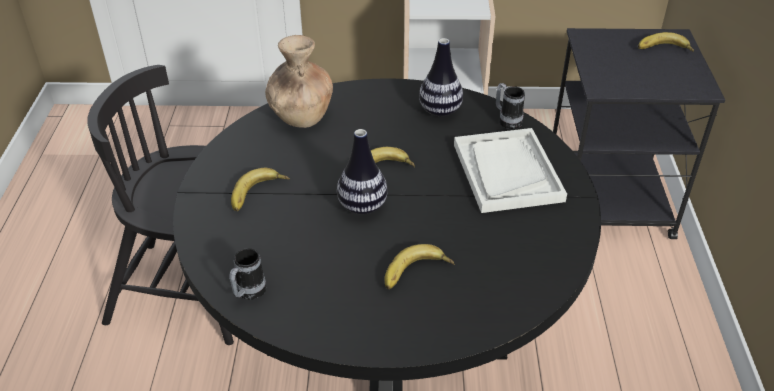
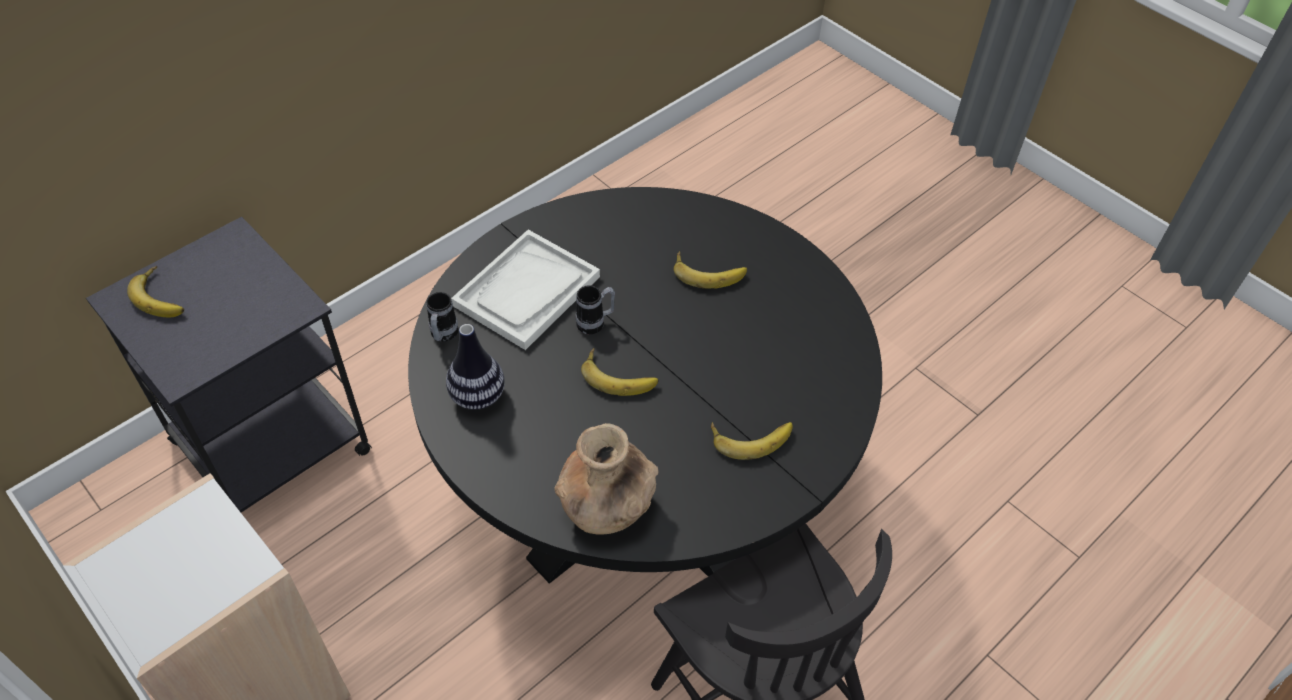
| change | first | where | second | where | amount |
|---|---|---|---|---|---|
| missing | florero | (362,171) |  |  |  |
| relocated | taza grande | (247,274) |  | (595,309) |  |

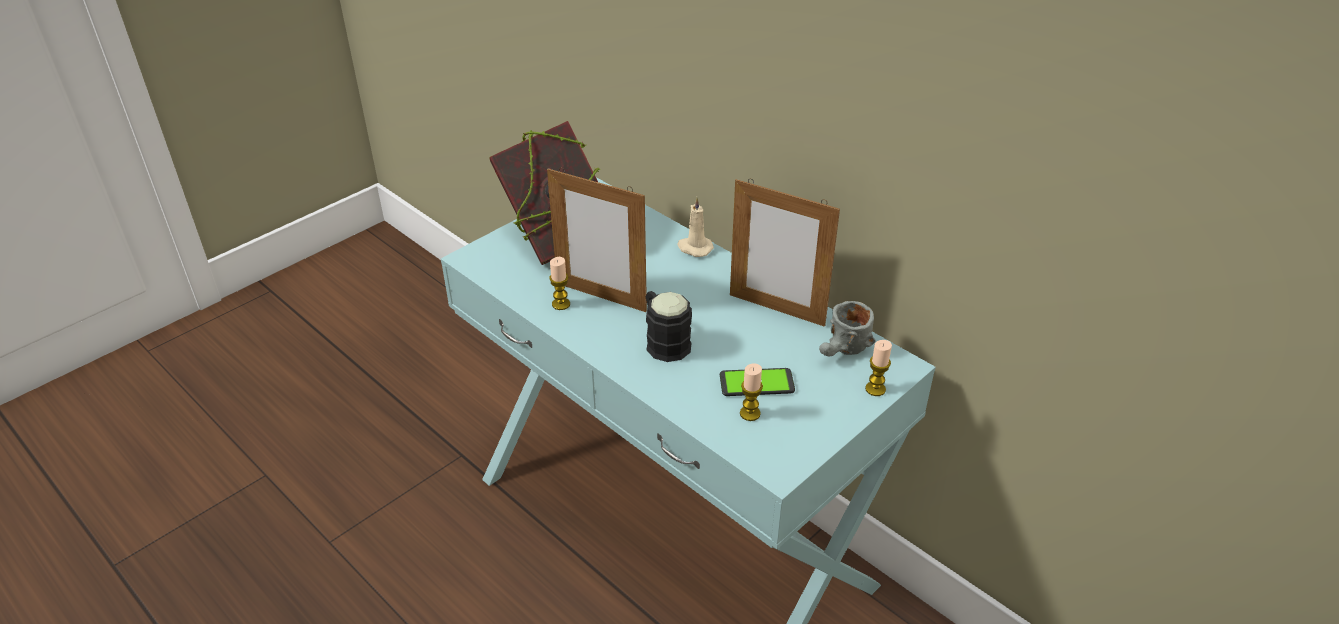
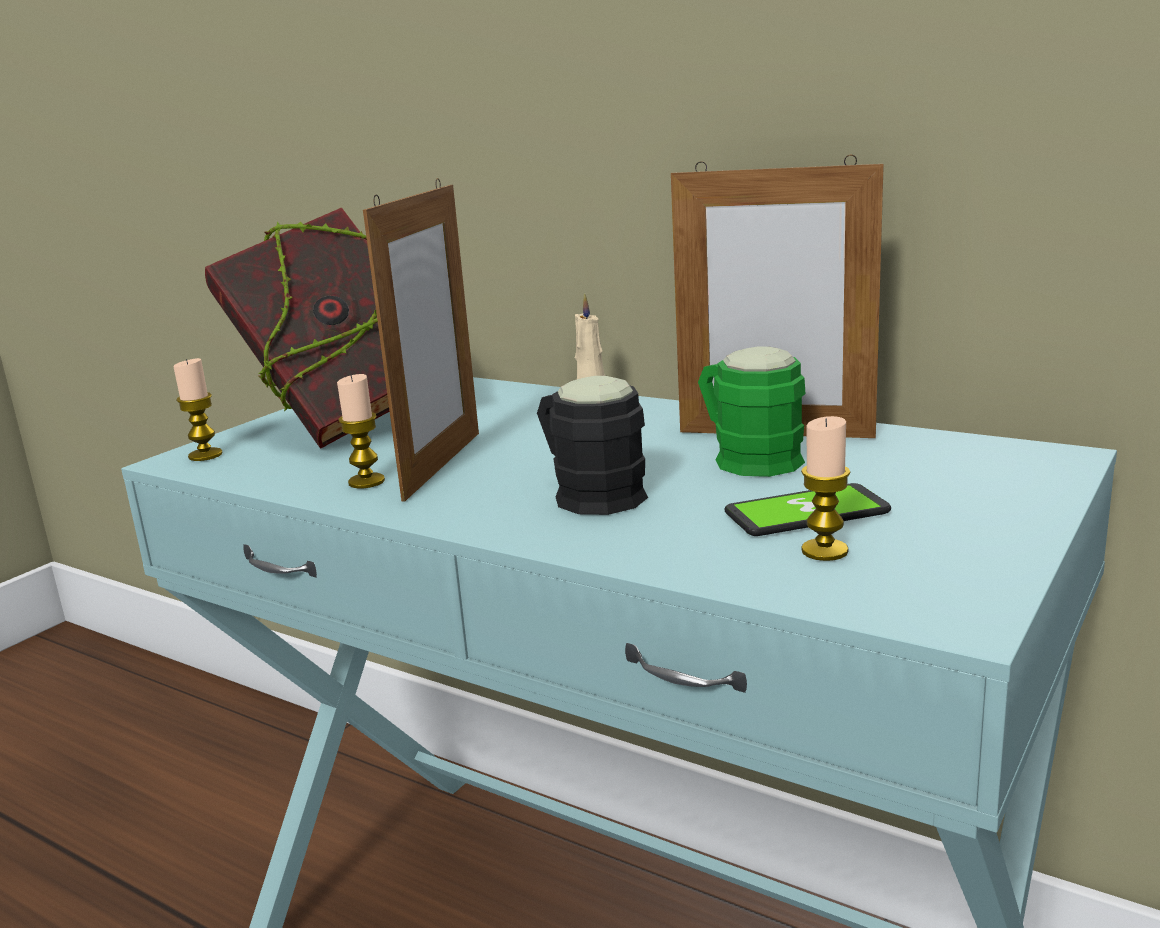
| change | first | where | second | where | amount |
|---|---|---|---|---|---|
| spun | portarretratos | (597,240) |  | (421,340) | 90 degrees counterclockwise |
| missing | taza grande (gris) | (847,328) |  |  |  |
| relocated | vela | (878,368) |  | (197,409) |  |
| appeared |  |  | taza grande (verde) | (752,411) |  |

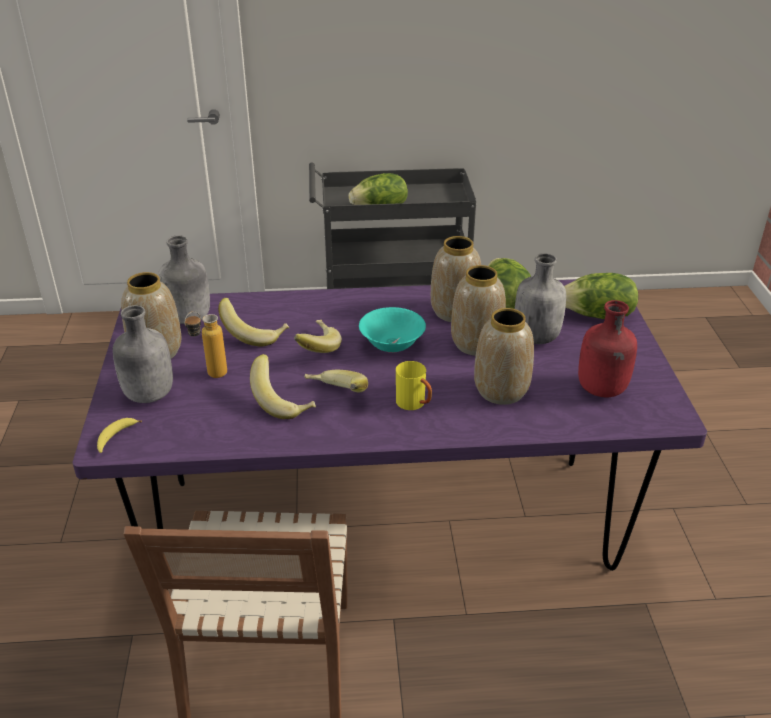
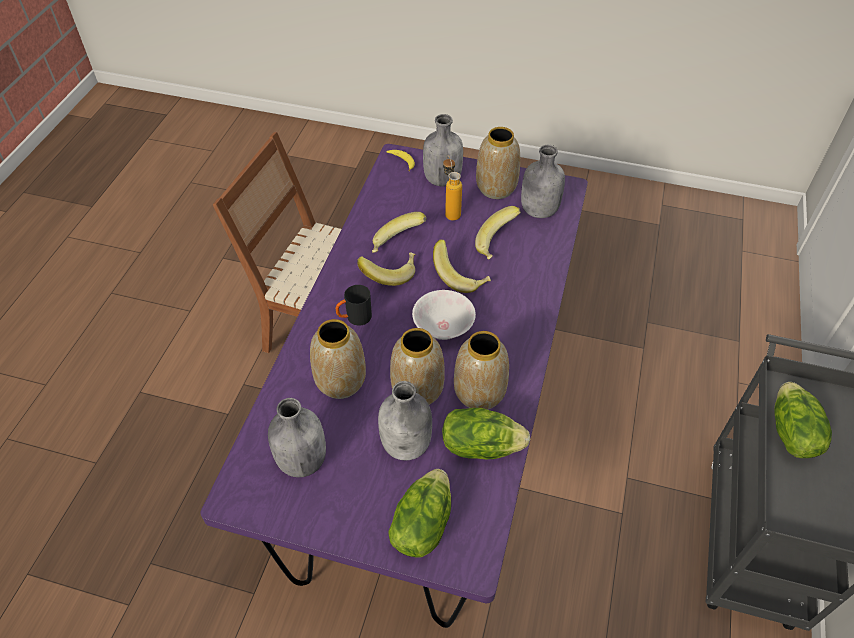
| change | first | where | second | where | amount |
|---|---|---|---|---|---|
| colour | botella (rojo) | (607,348) | botella (gris) | (297,437) |  |
| colour | cuenco (turquesa) | (392,330) | cuenco (blanco) | (444,315) |  |
| colour | taza grande (amarillo) | (414,385) | taza grande (negro) | (353,305) |  |

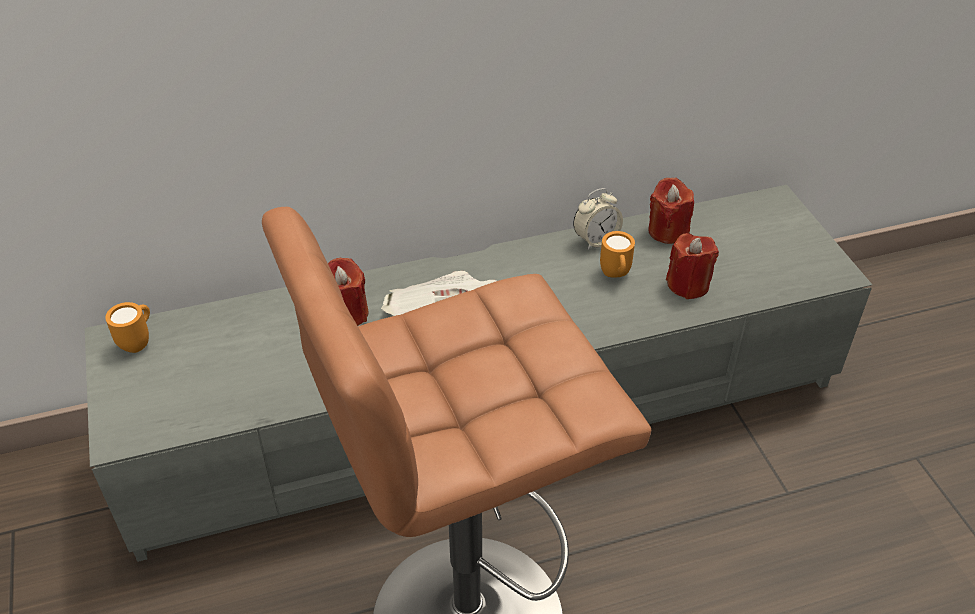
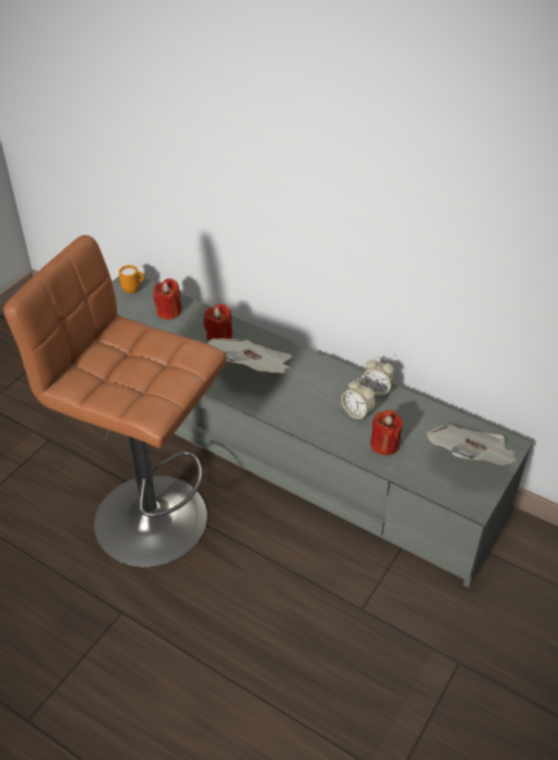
| change | first | where | second | where | amount |
|---|---|---|---|---|---|
| relocated | vela (rojo) | (671,211) |  | (167,299) |  |
| exchanged | taza grande (naranja) | (617,254) | despertador | (358,400) |  |
| appeared |  |  | periódico | (472,444) |  |

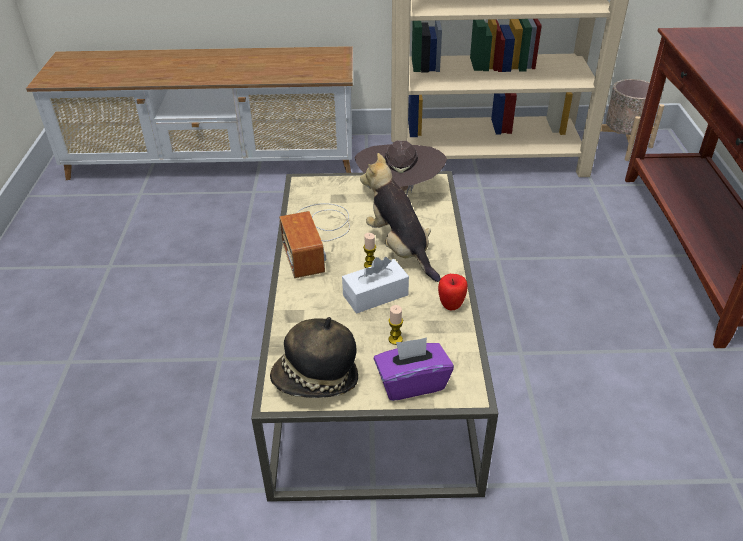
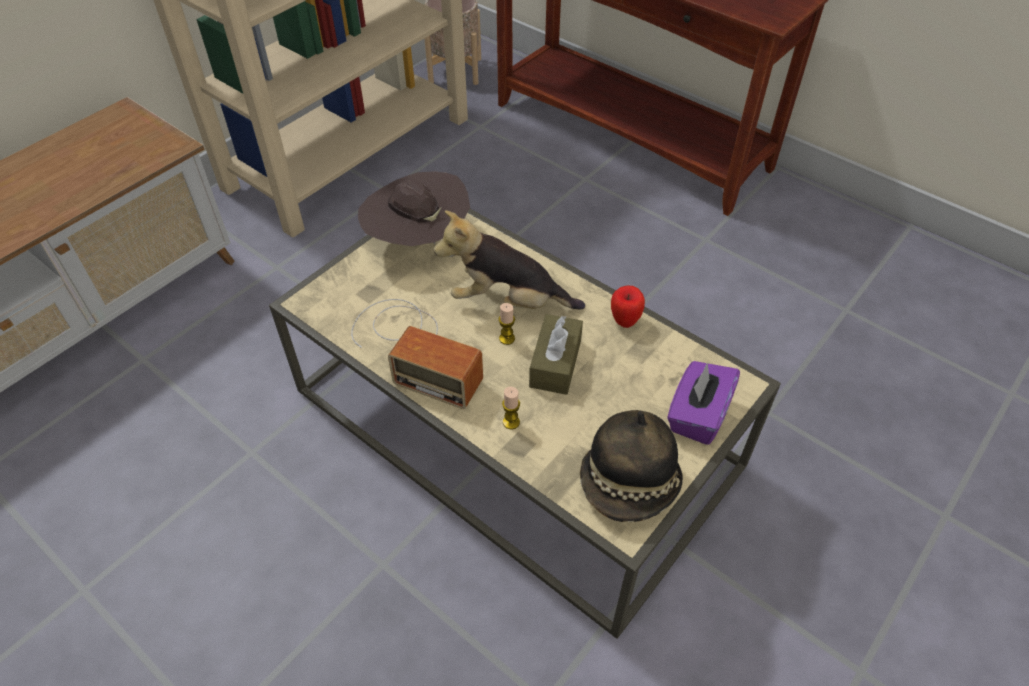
| change | first | where | second | where | amount |
|---|---|---|---|---|---|
| colour | caja de pañuelos (blanco) | (375,285) | caja de pañuelos (marrón) | (556,354) |  |
| relocated | vela | (396,325) |  | (511,408) |  |

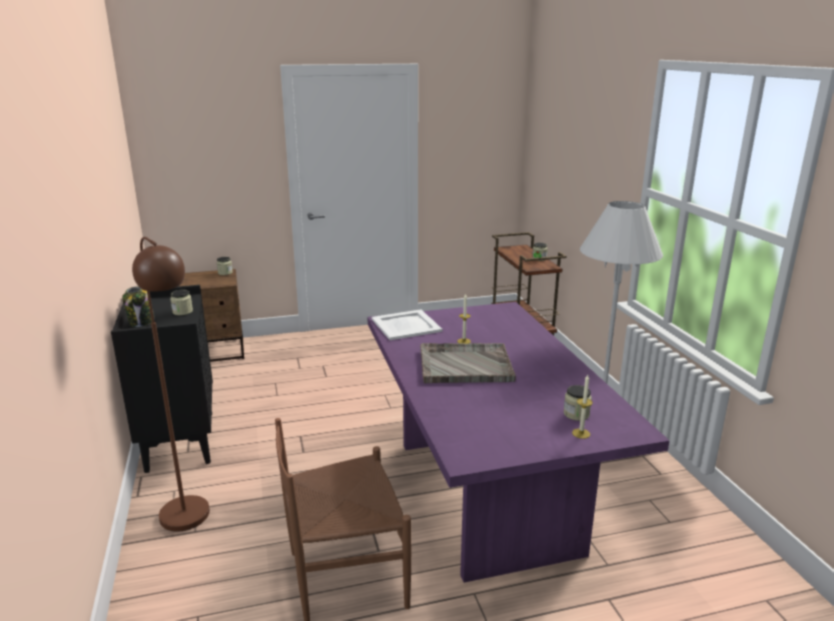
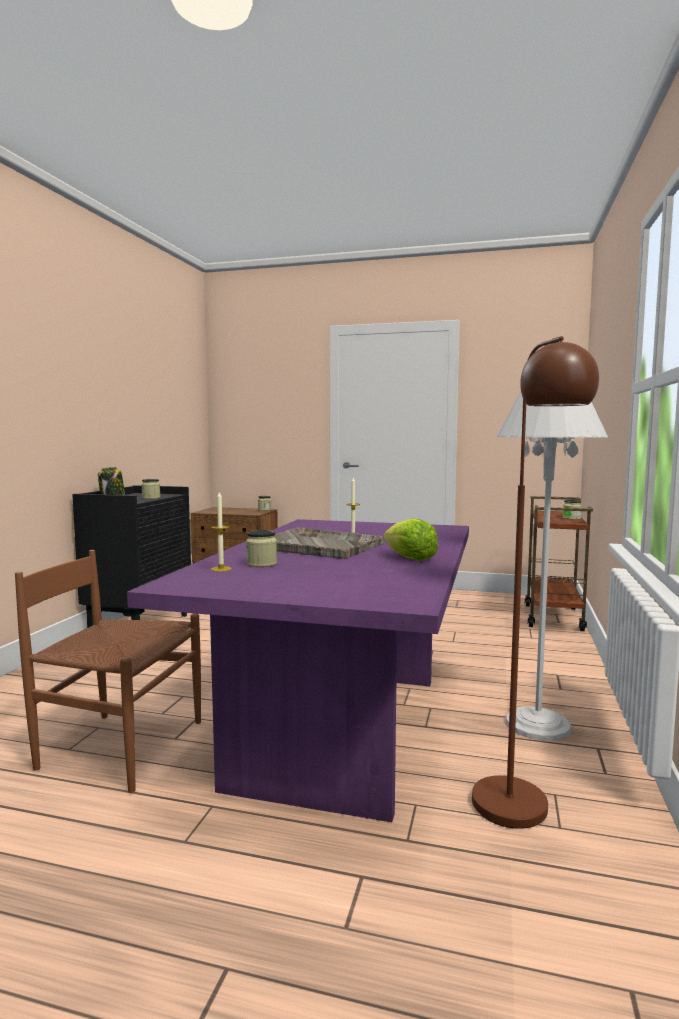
| change | first | where | second | where | amount |
|---|---|---|---|---|---|
| relocated | lámpara de pie (marrón) | (171,384) |  | (535,582) |  |
| missing | bandeja (blanco) | (407,324) |  |  |  |
| relocated | vela | (582,407) |  | (221,532) |  |
| relocated | tarro | (578,403) |  | (261,548) |  |
| appeared |  |  | lechuga | (410,539) |  |

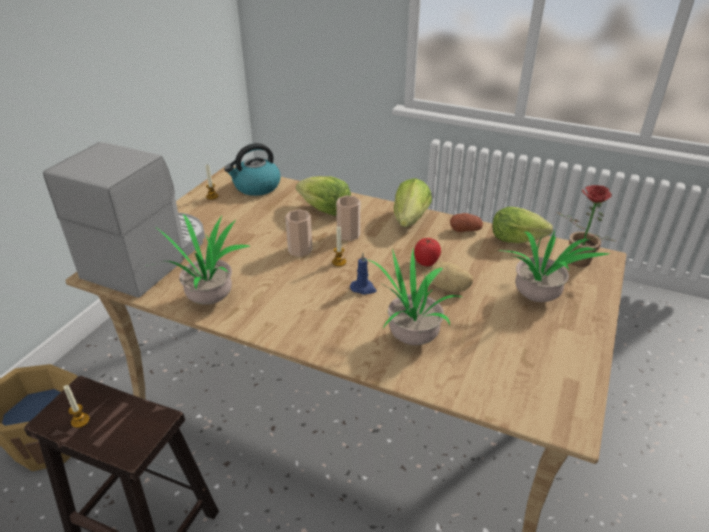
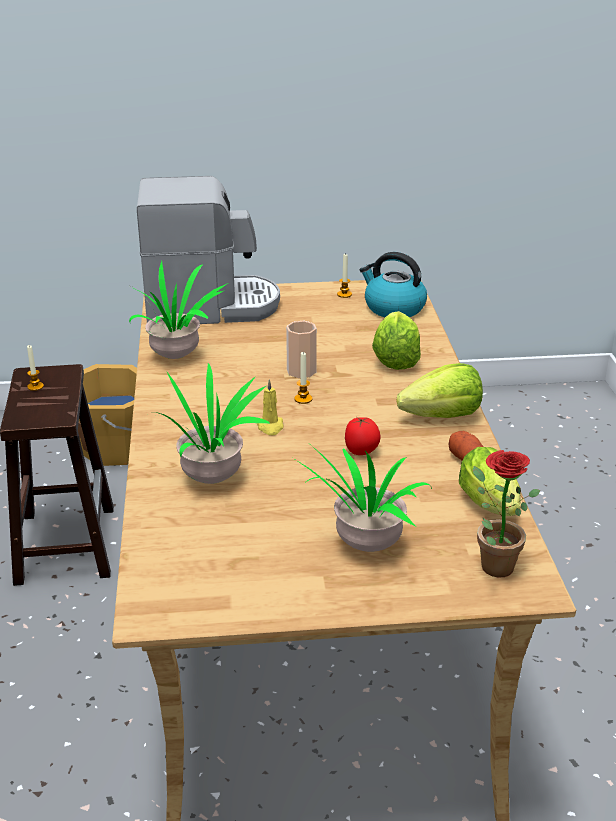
| change | first | where | second | where | amount |
|---|---|---|---|---|---|
| missing | taza | (348,218) |  |  |  |
| colour | vela (azul) | (363,273) | vela (amarillo) | (270,407) |  |
| missing | patata | (451,277) |  |  |  |

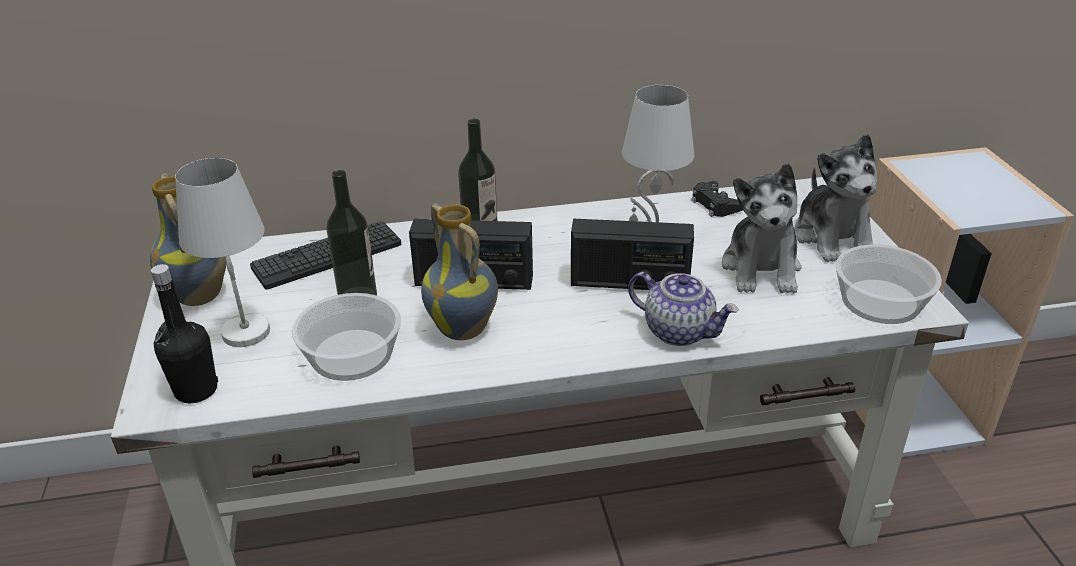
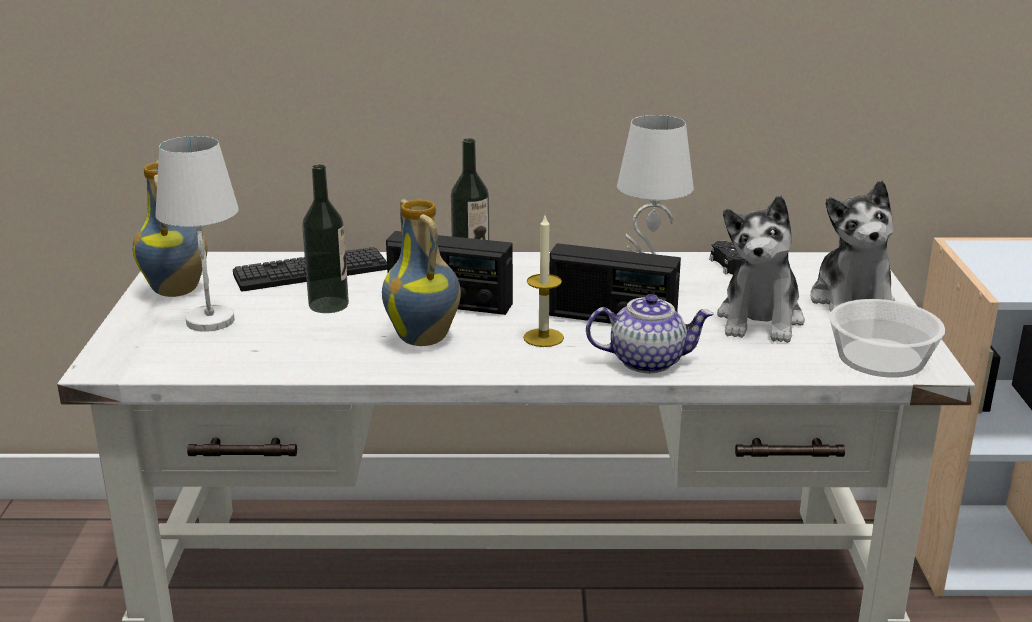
| change | first | where | second | where | amount |
|---|---|---|---|---|---|
| missing | botella (negro) | (184,333) |  |  |  |
| spun | tetera | (683,309) |  | (650,333) | 45 degrees counterclockwise |
| missing | cuenco | (346,337) |  |  |  |
| appeared |  |  | vela | (543,281) |  |

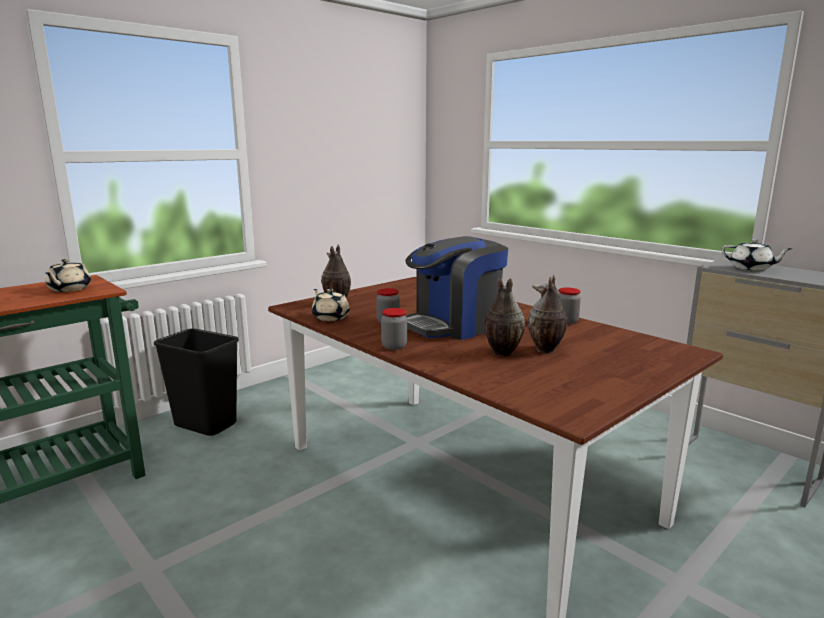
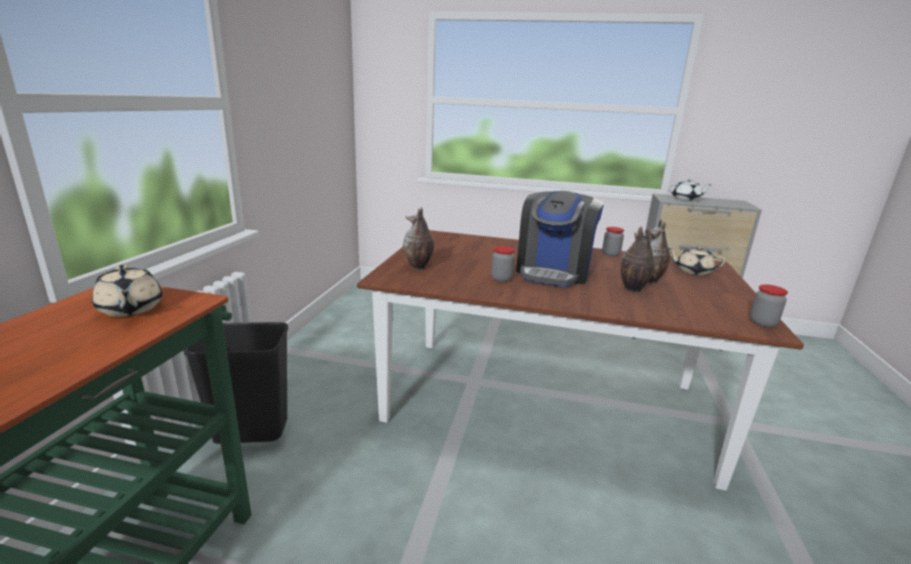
| change | first | where | second | where | amount |
|---|---|---|---|---|---|
| relocated | tetera (beis) | (331,305) |  | (697,260) |  |
| relocated | tarro | (394,329) |  | (769,305) |  |

